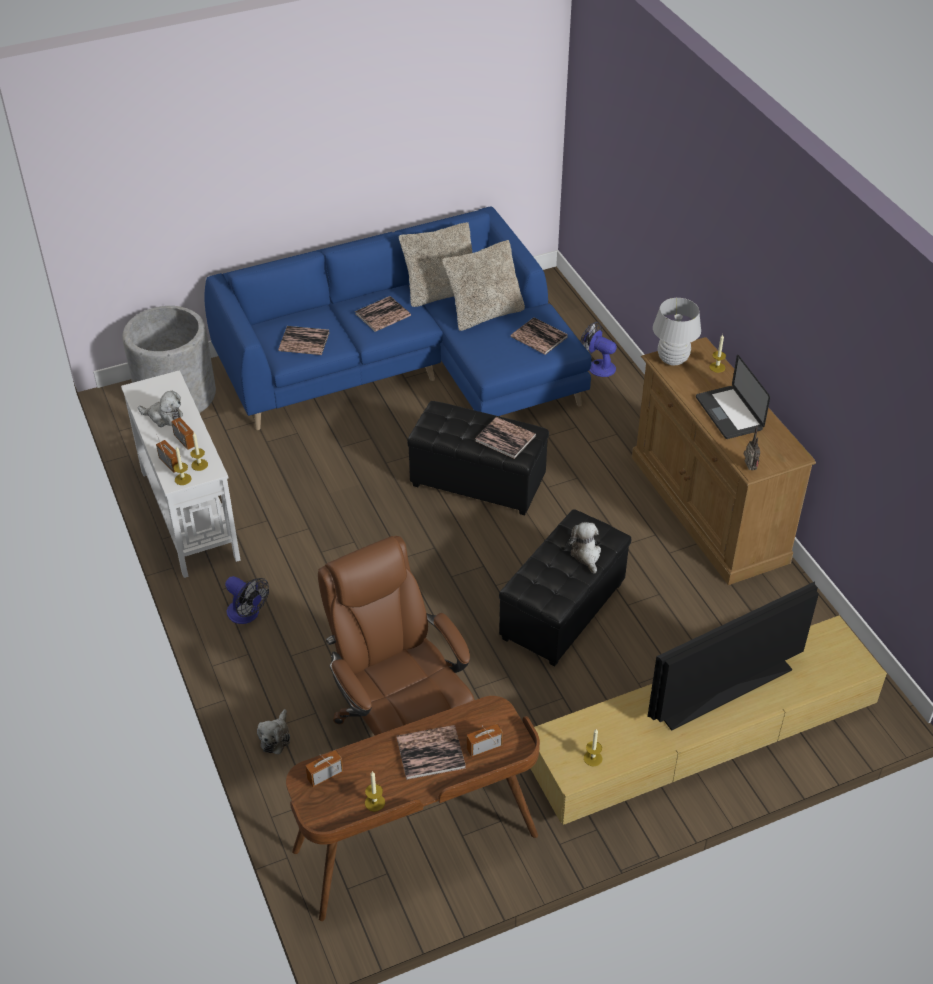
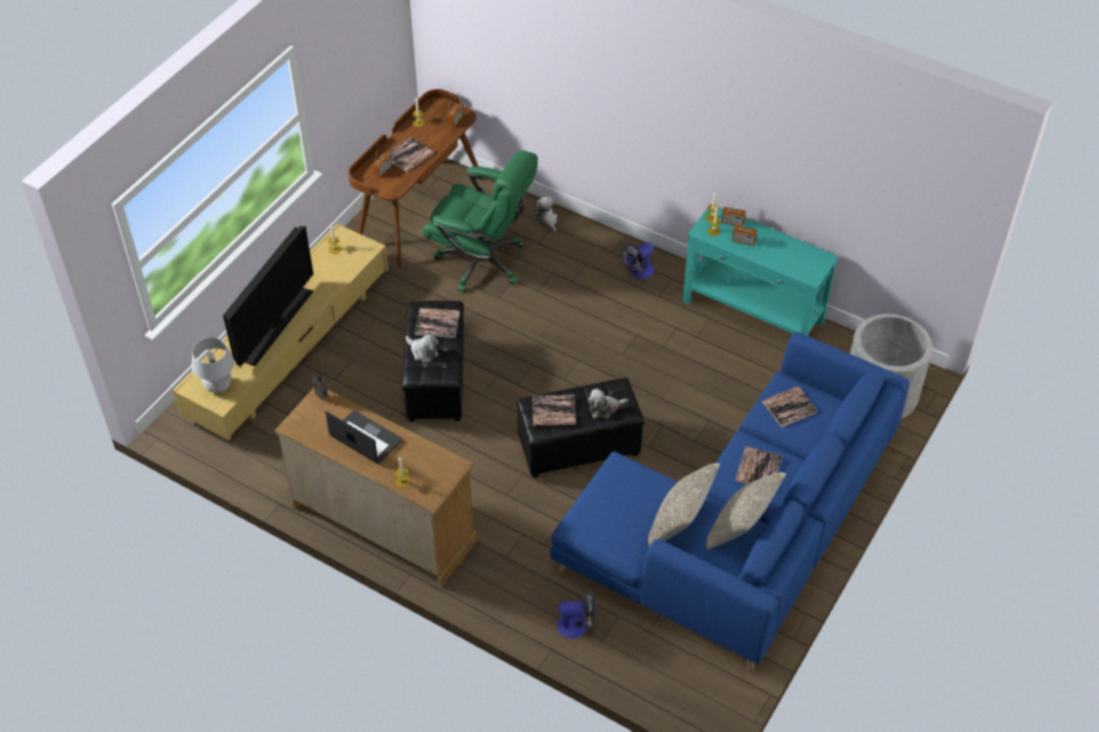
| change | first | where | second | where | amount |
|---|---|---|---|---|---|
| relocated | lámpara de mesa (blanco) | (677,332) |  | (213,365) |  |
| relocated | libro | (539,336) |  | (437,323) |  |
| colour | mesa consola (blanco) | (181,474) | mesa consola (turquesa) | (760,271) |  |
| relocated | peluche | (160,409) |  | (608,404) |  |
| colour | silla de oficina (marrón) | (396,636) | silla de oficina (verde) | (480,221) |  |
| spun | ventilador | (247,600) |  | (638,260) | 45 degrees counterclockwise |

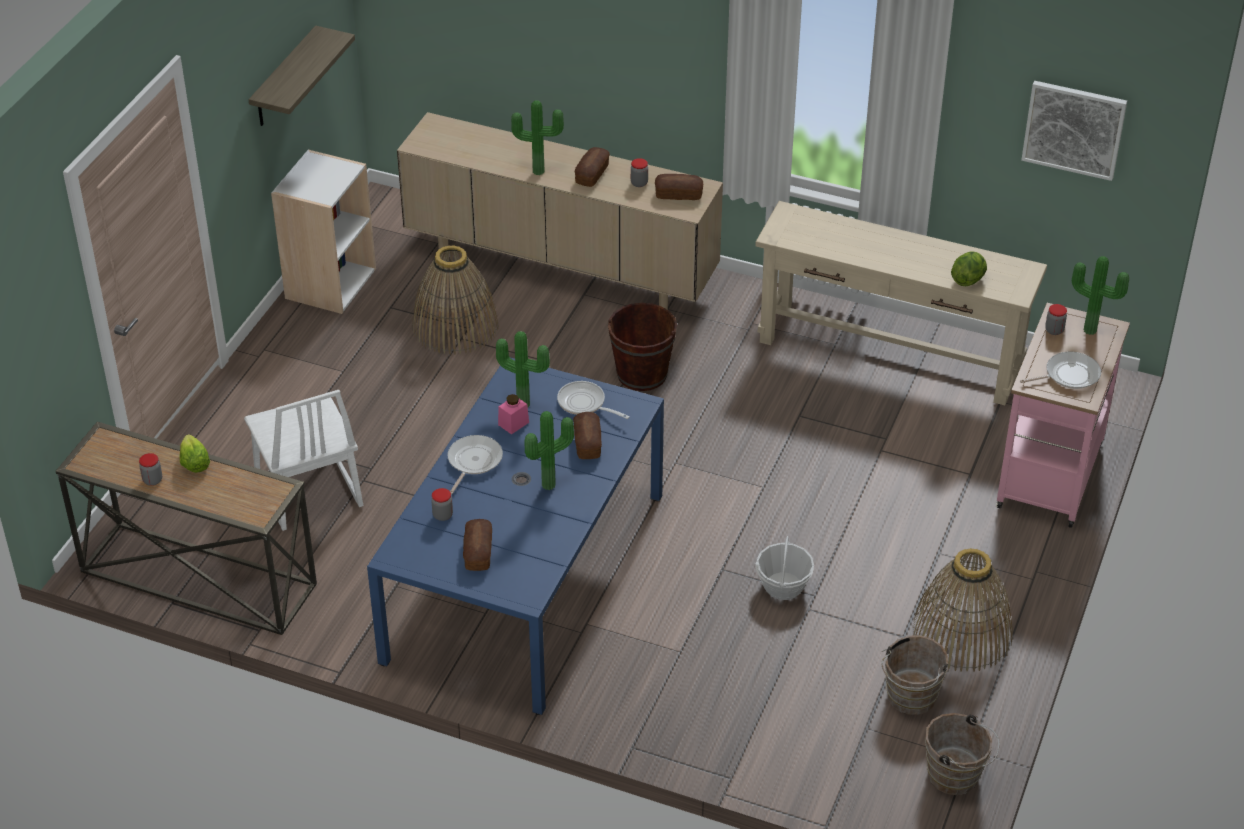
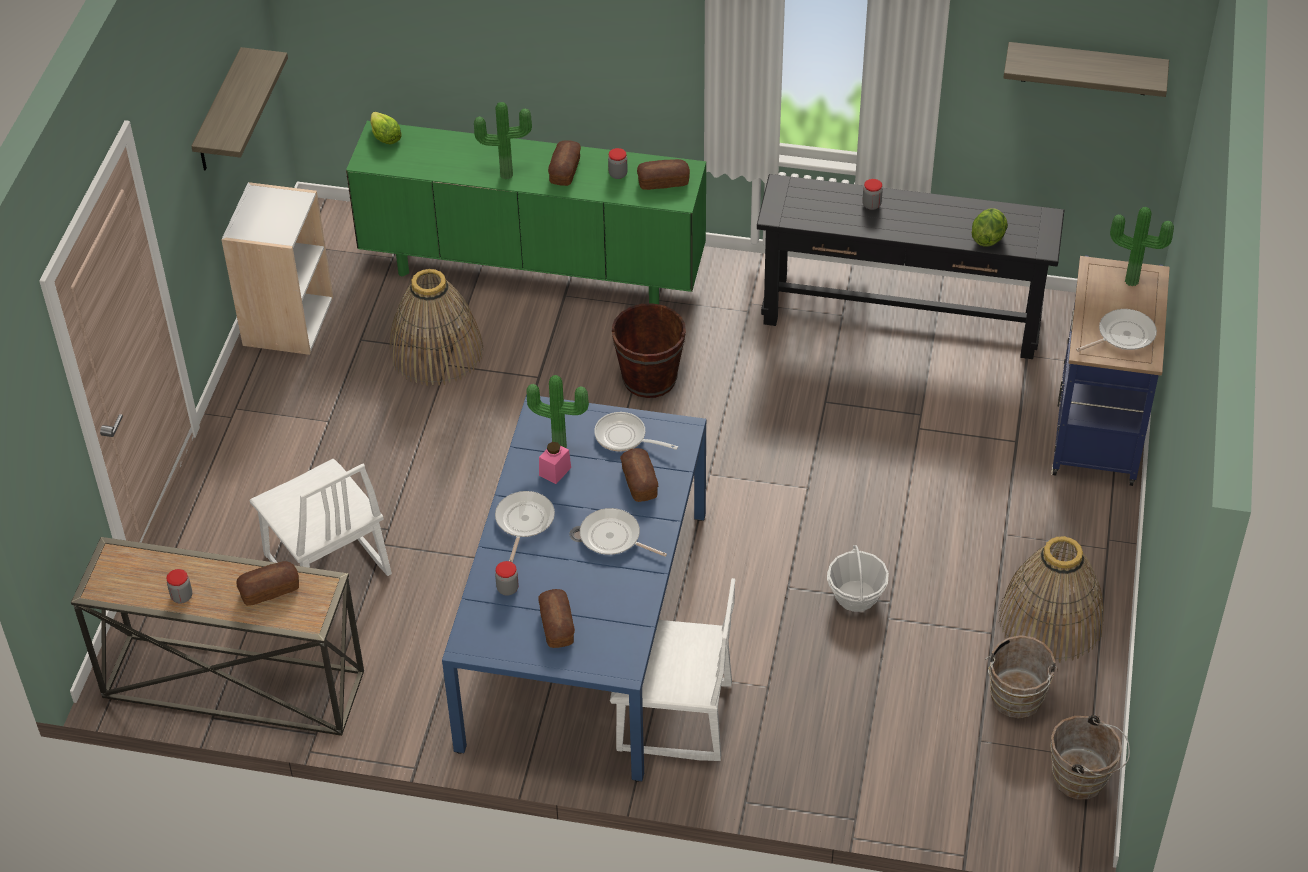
| change | first | where | second | where | amount |
|---|---|---|---|---|---|
| exchanged | cuadro | (1074,131) | estante | (1086,69) |  |
| colour | armario (beis) | (560,211) | armario (verde) | (526,212) |  |
| colour | mesa consola (beis) | (901,303) | mesa consola (negro) | (910,266) |  |
| colour | carrito (rosa) | (1063,415) | carrito (azul) | (1110,370) |  |
| relocated | tarro | (1056,319) |  | (872,194) |  |
| exchanged | planta en maceta | (549,450) | sartén | (623,532) |  |
| relocated | lechuga | (195,453) |  | (385,128) |  |
| appeared |  |  | pan | (268,583) |  |
| appeared |  |  | silla (blanco) | (673,669) |  |

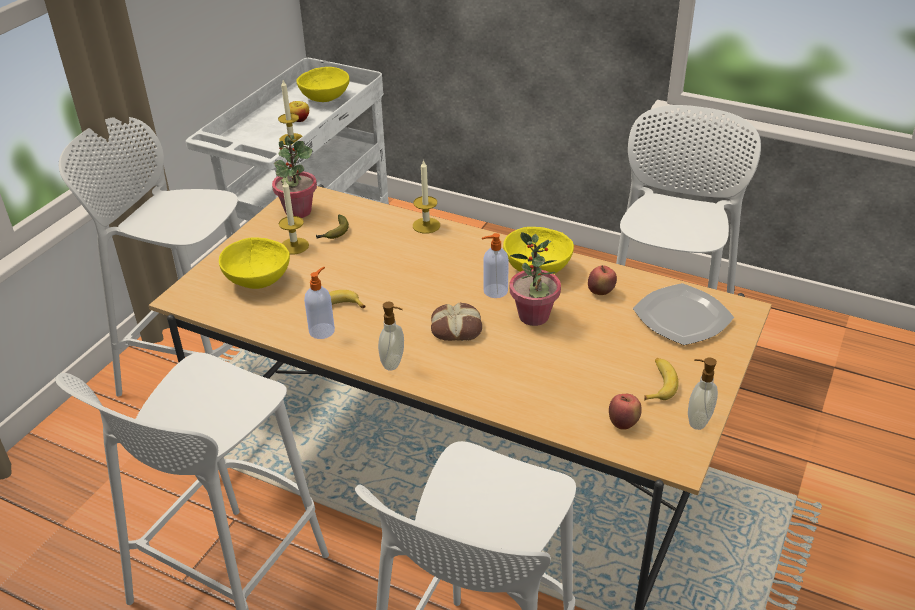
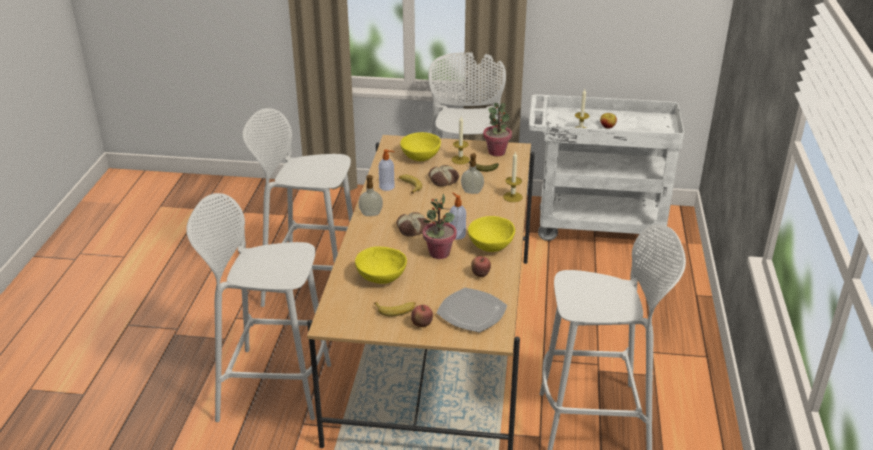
| change | first | where | second | where | amount |
|---|---|---|---|---|---|
| relocated | cuenco (amarillo) | (323,84) |  | (381,265) |  |
| relocated | dispensador de jabón | (703,393) |  | (472,173) |  |
| relocated | manzana | (625,412) |  | (422,316) |  |
| appeared |  |  | pan | (443,176) |  |

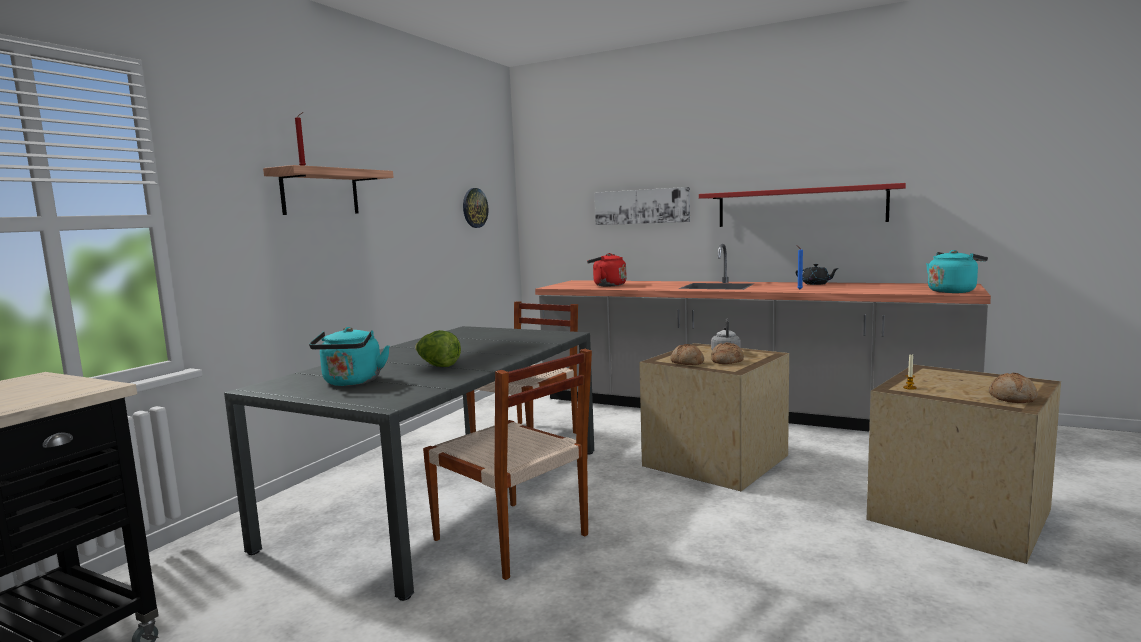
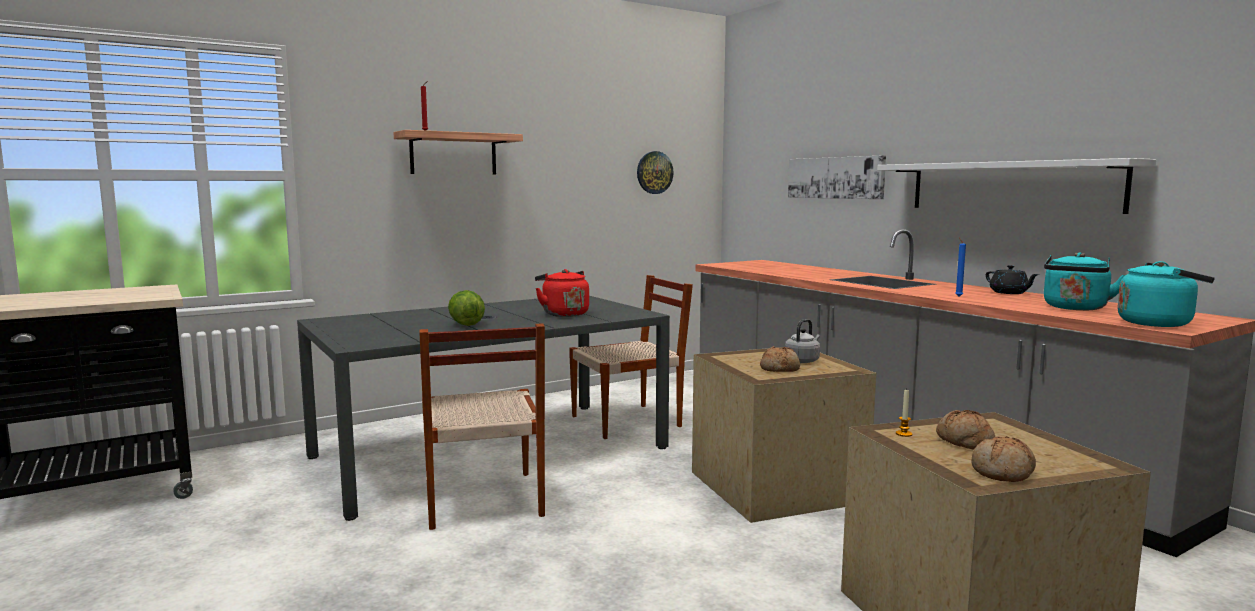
| change | first | where | second | where | amount |
|---|---|---|---|---|---|
| colour | estante (rojo) | (802,205) | estante (blanco) | (1016,186) |  |
| relocated | hervidor (rojo) | (607,269) |  | (562,293) |  |
| relocated | hervidor (turquesa) | (349,356) |  | (1084,281) |  |
| relocated | pan | (687,354) |  | (965,430) |  |

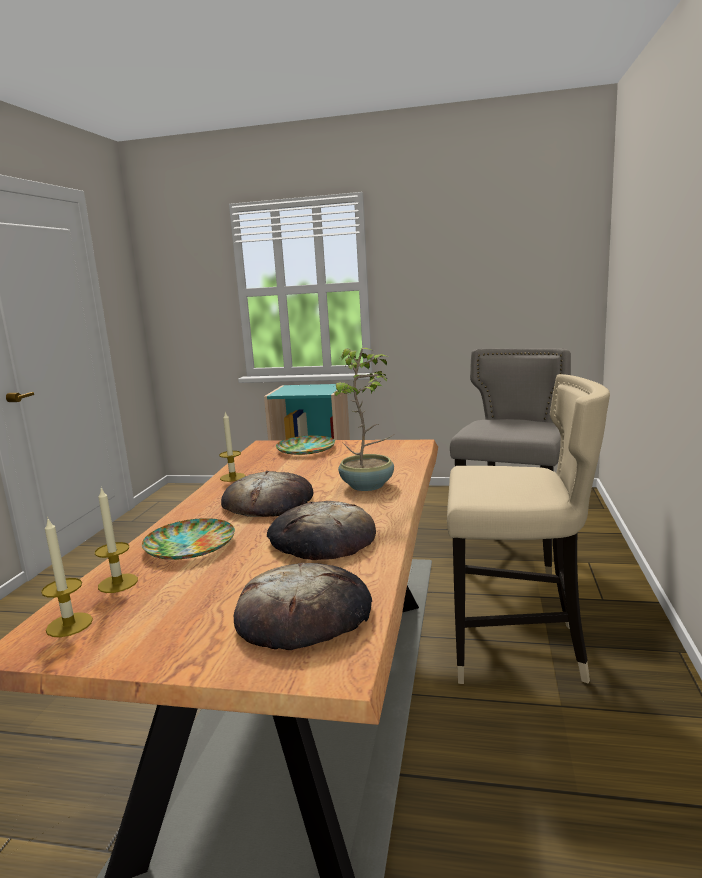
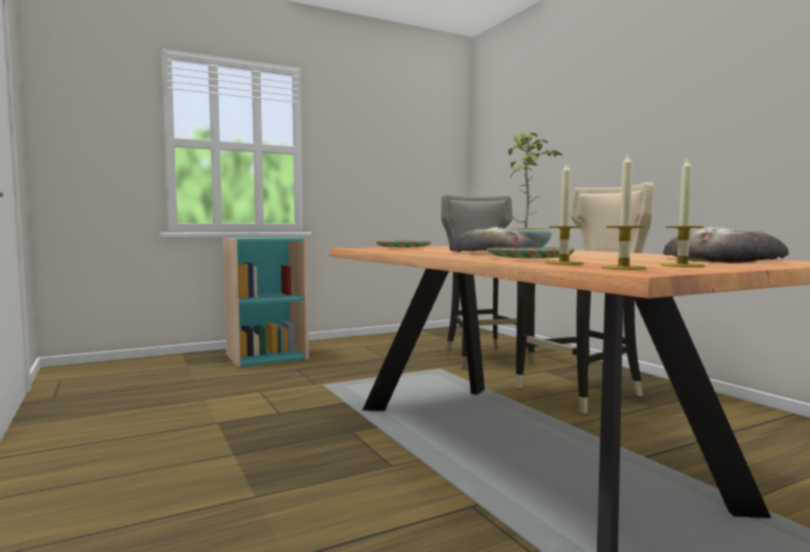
| change | first | where | second | where | amount |
|---|---|---|---|---|---|
| relocated | vela | (232,447) |  | (683,211) |  |
| missing | pan | (321,530) |  |  |  |

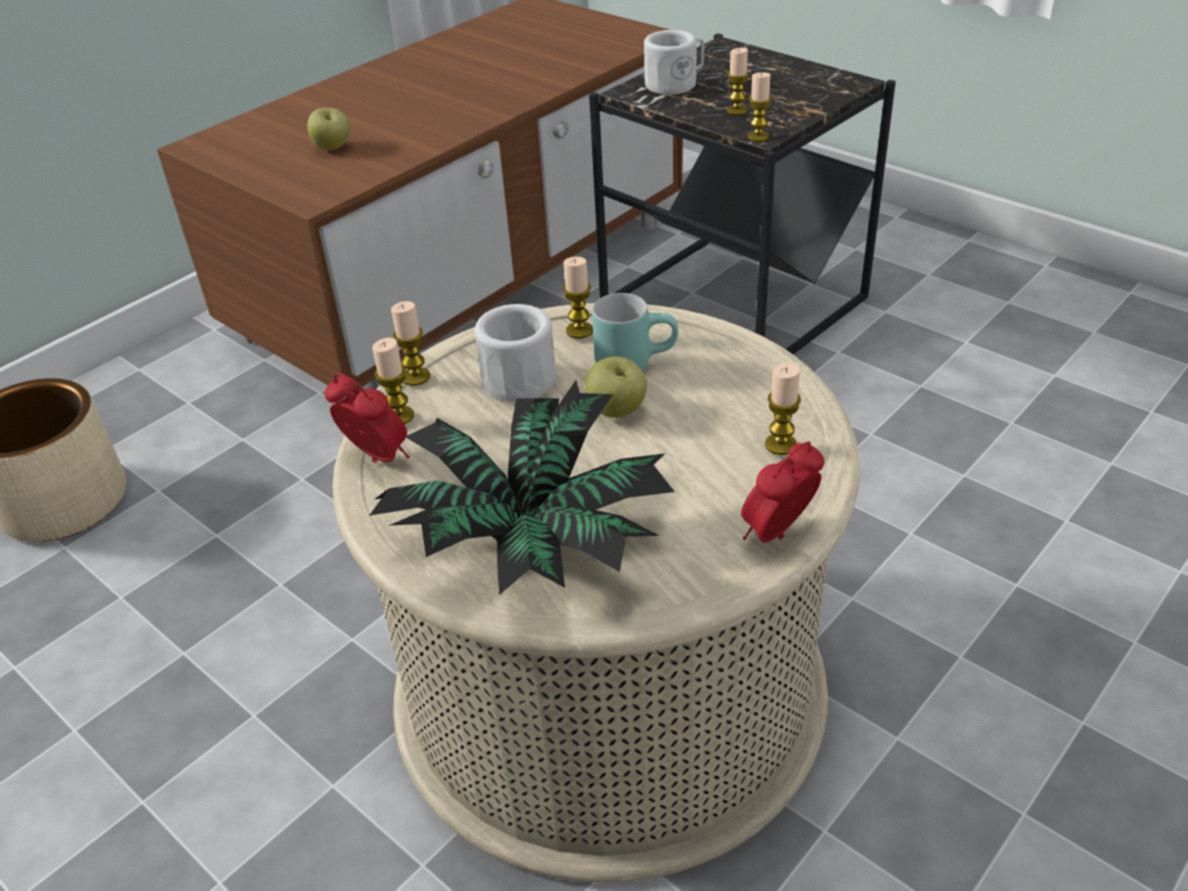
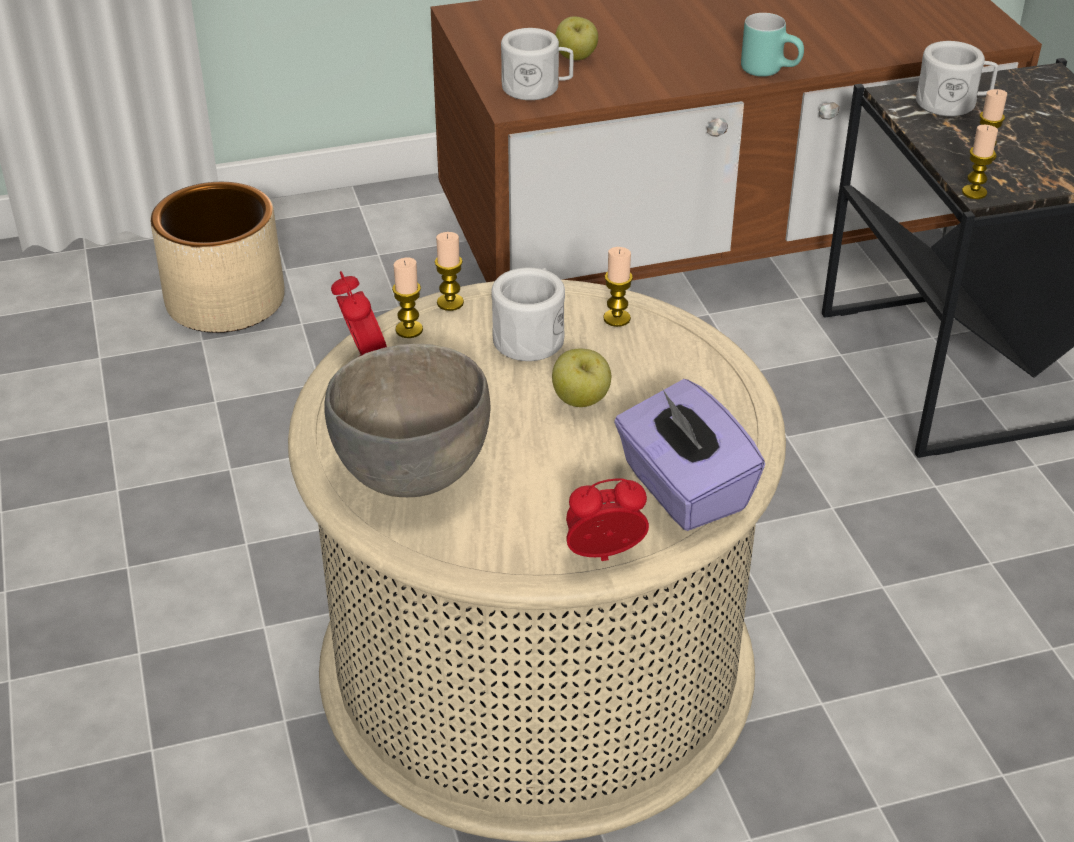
| change | first | where | second | where | amount |
|---|---|---|---|---|---|
| relocated | taza grande (turquesa) | (635,332) |  | (772,45) |  |
| exchanged | vela | (783,409) | caja de pañuelos (morado) | (689,455) |  |
| exchanged | planta en maceta | (522,488) | cuenco (gris) | (407,420) |  |
| appeared |  |  | taza grande (blanco) | (537,64) |  |

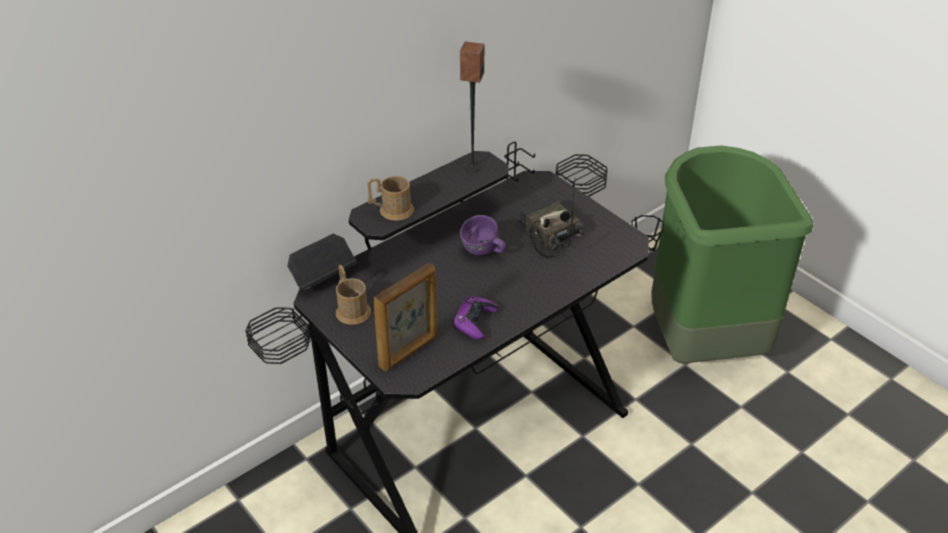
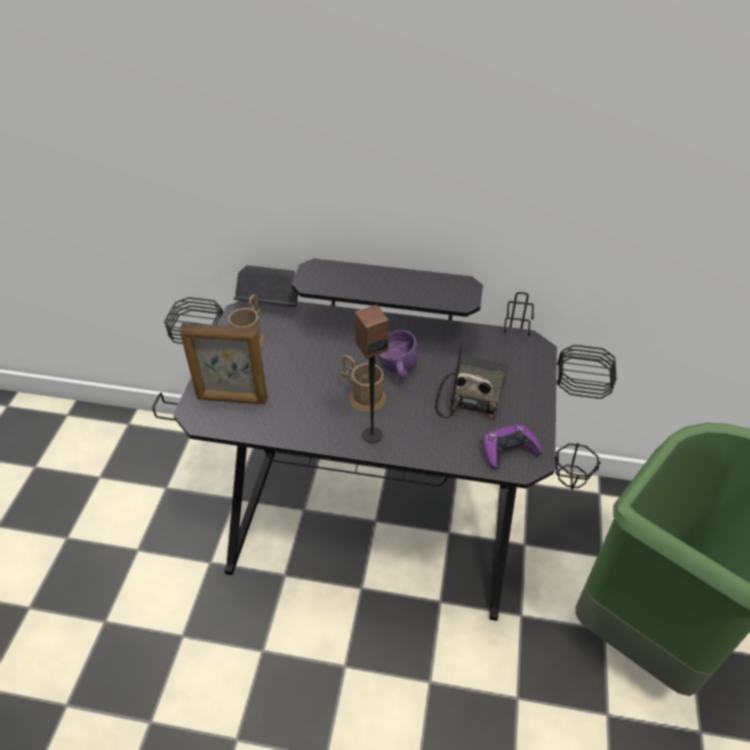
| change | first | where | second | where | amount |
|---|---|---|---|---|---|
| relocated | altavoz | (472,107) |  | (372,373) |  |
| relocated | taza grande (marrón) | (391,198) |  | (363,383) |  |
| relocated | mando de consola (morado) | (475,318) |  | (512,446) |  |

